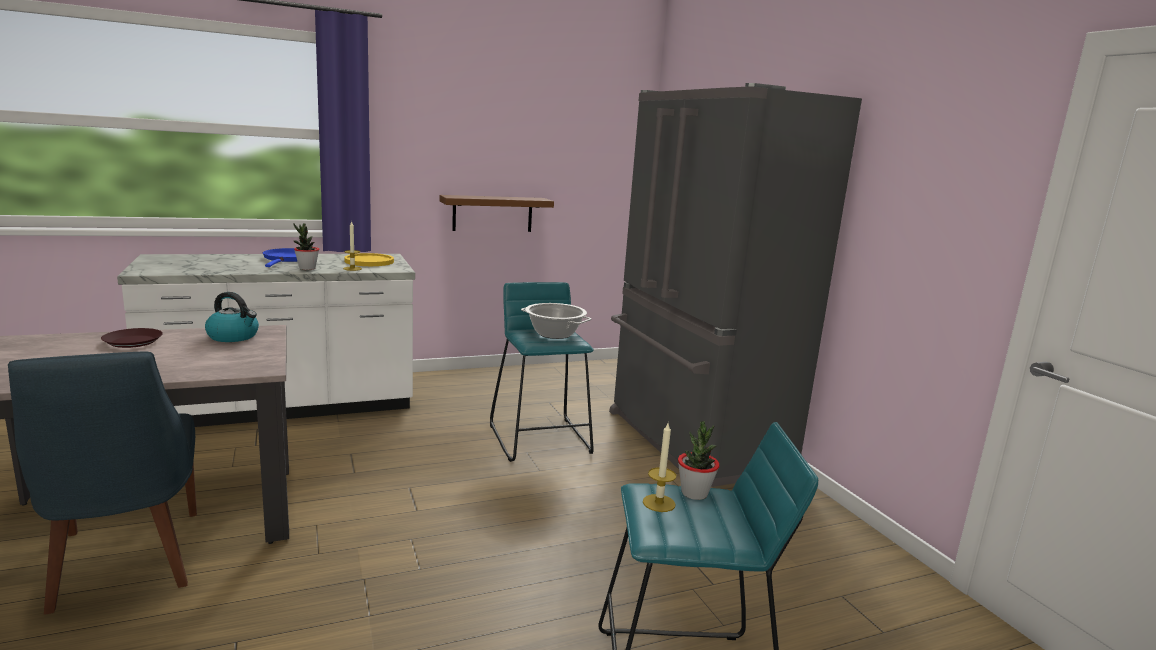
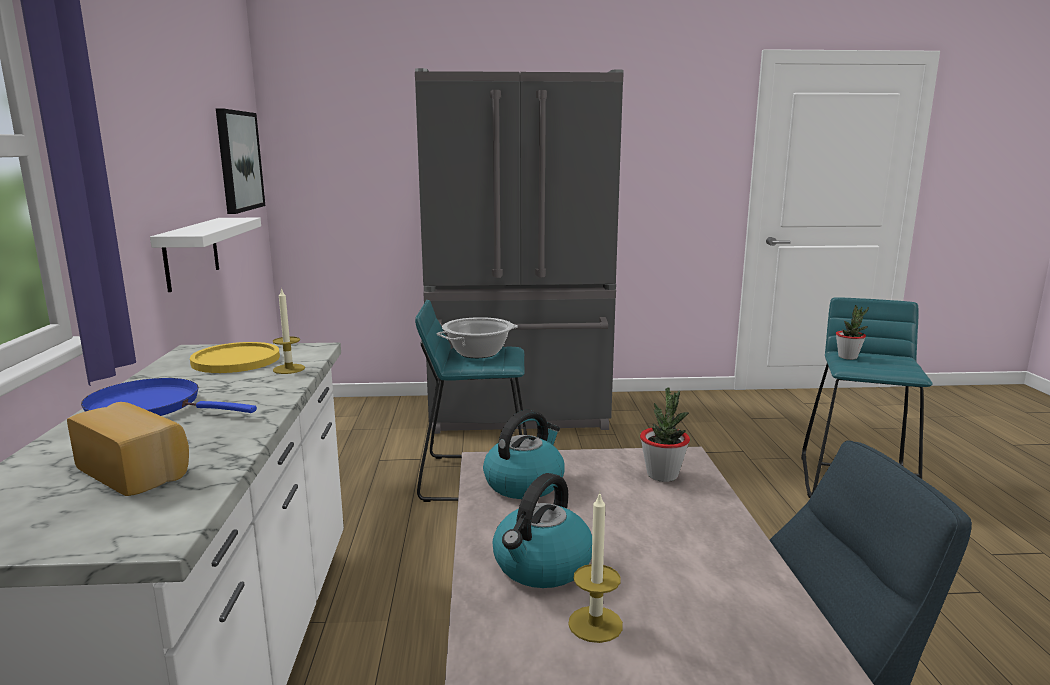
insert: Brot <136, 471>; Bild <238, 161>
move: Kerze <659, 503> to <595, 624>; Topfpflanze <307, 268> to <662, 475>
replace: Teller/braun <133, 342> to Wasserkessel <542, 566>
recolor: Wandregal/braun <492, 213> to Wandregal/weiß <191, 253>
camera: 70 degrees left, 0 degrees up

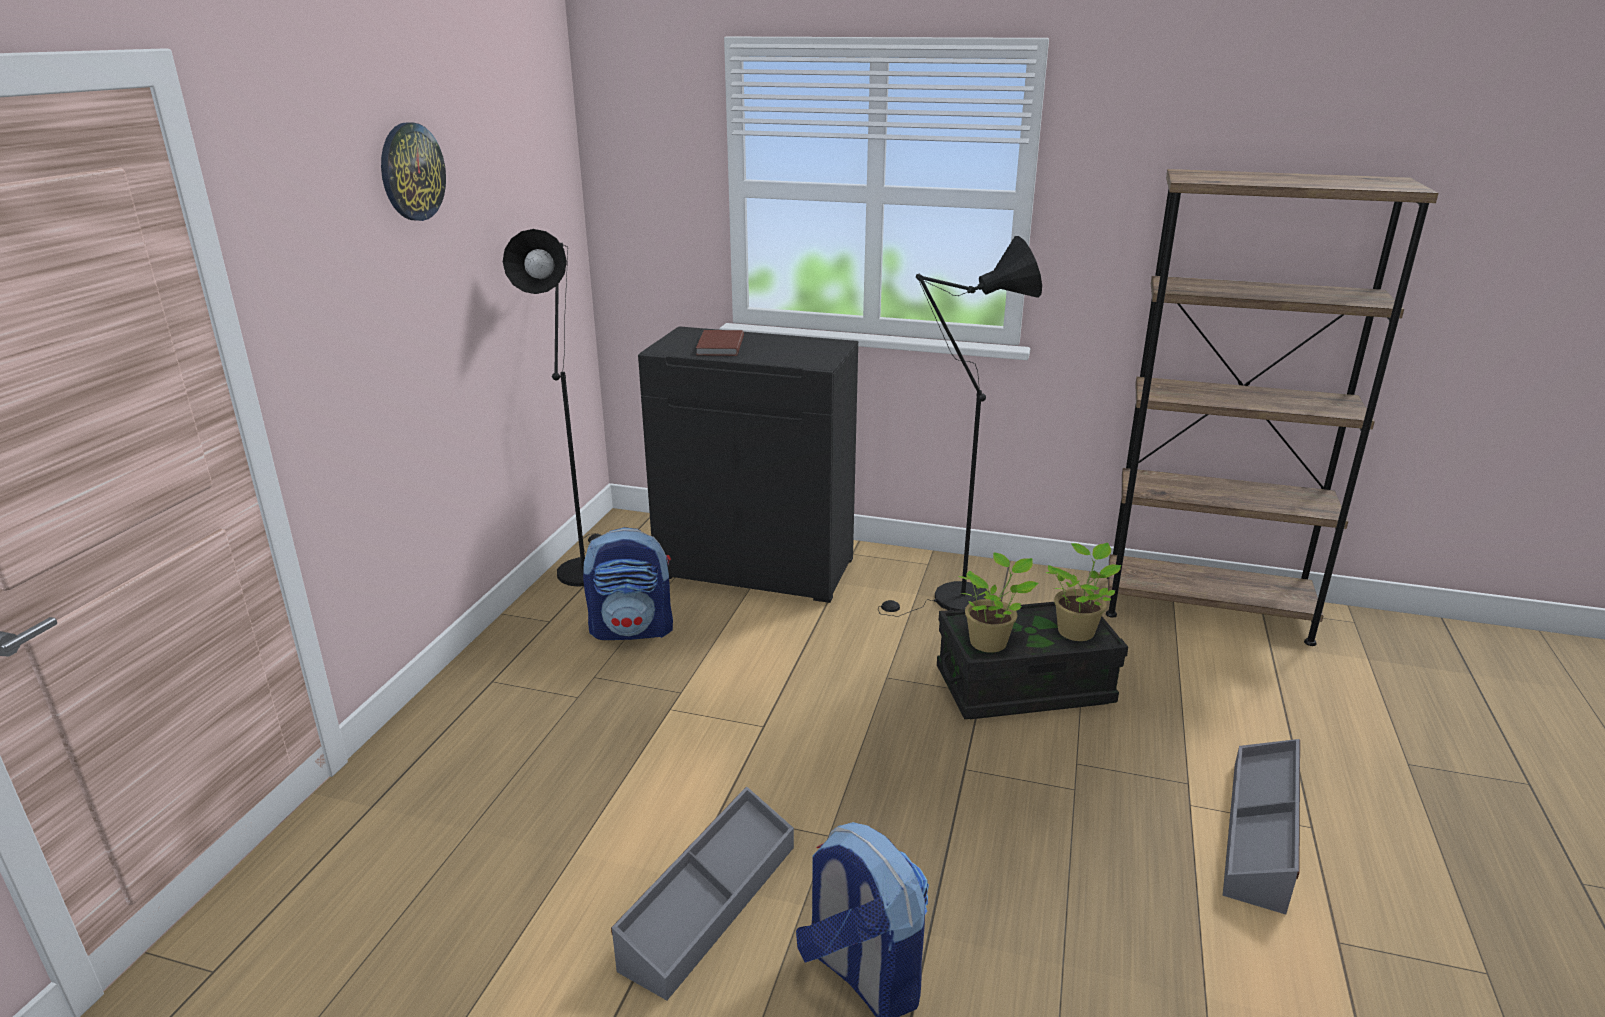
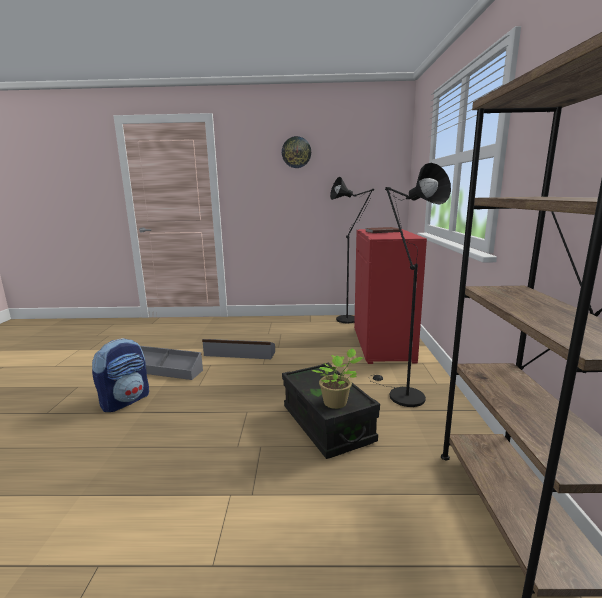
delete: Rucksack <633, 630>; Topfpflanze <990, 642>
move: Aufbewahrungsbox/grau <1261, 833> to <239, 354>
recolor: Schrank/schwarz <757, 567> to Schrank/rot <383, 345>
camera: 75 degrees right, 10 degrees down

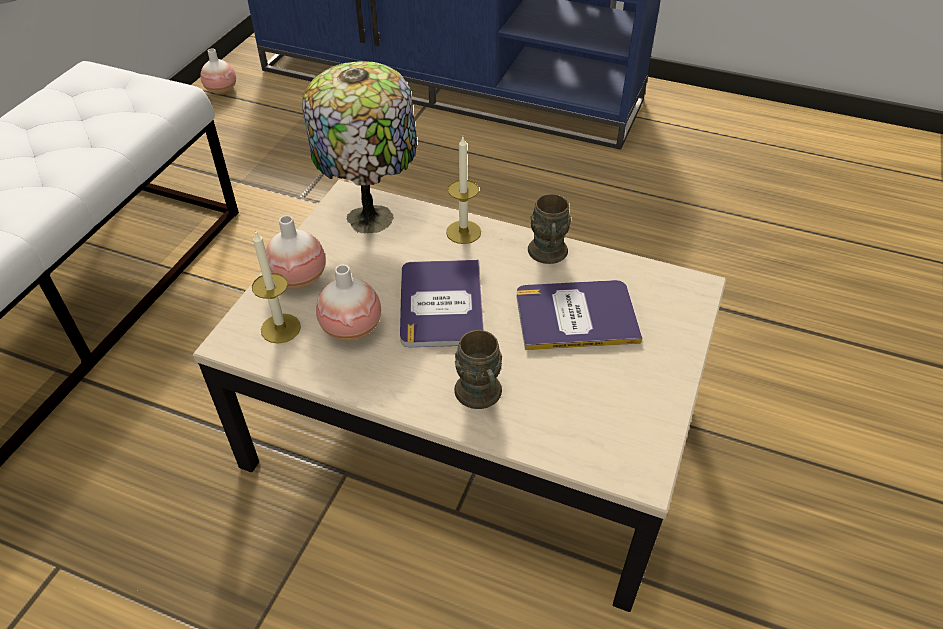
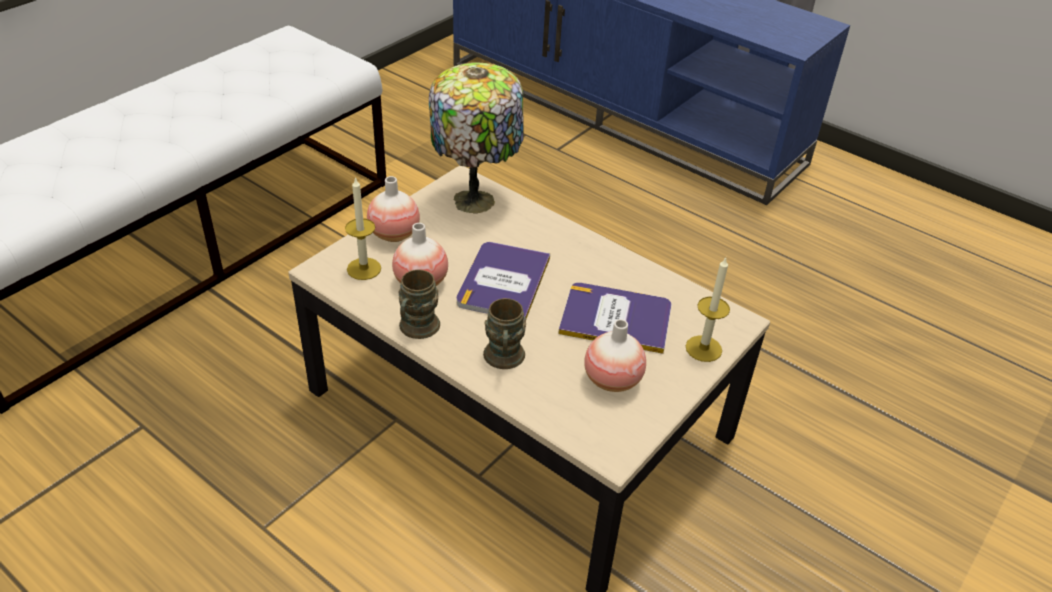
move: Henkelbecher/braun <548, 255> to <416, 330>; Vase <221, 90> to <612, 380>; Kerze <463, 232> to <703, 348>
camera: 15 degrees right, 5 degrees down

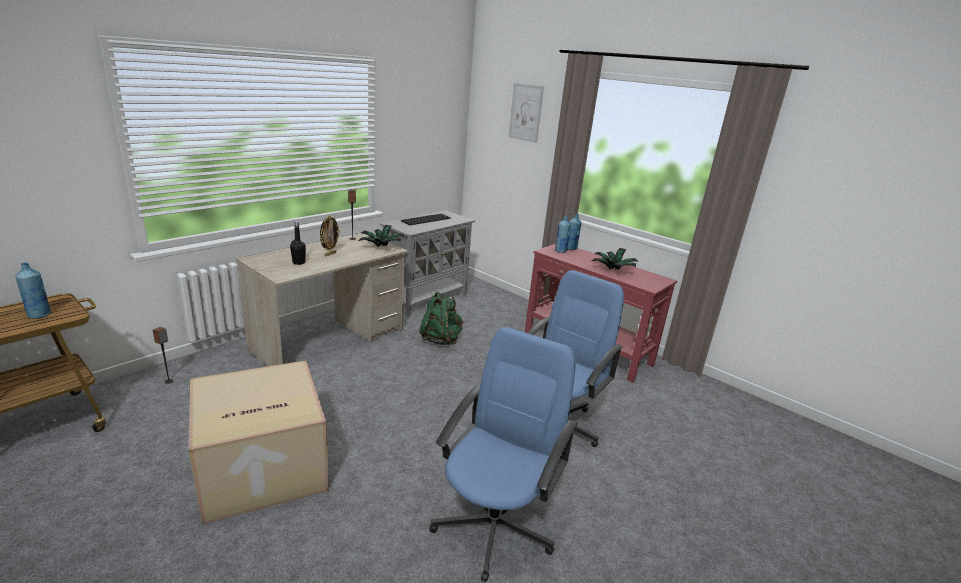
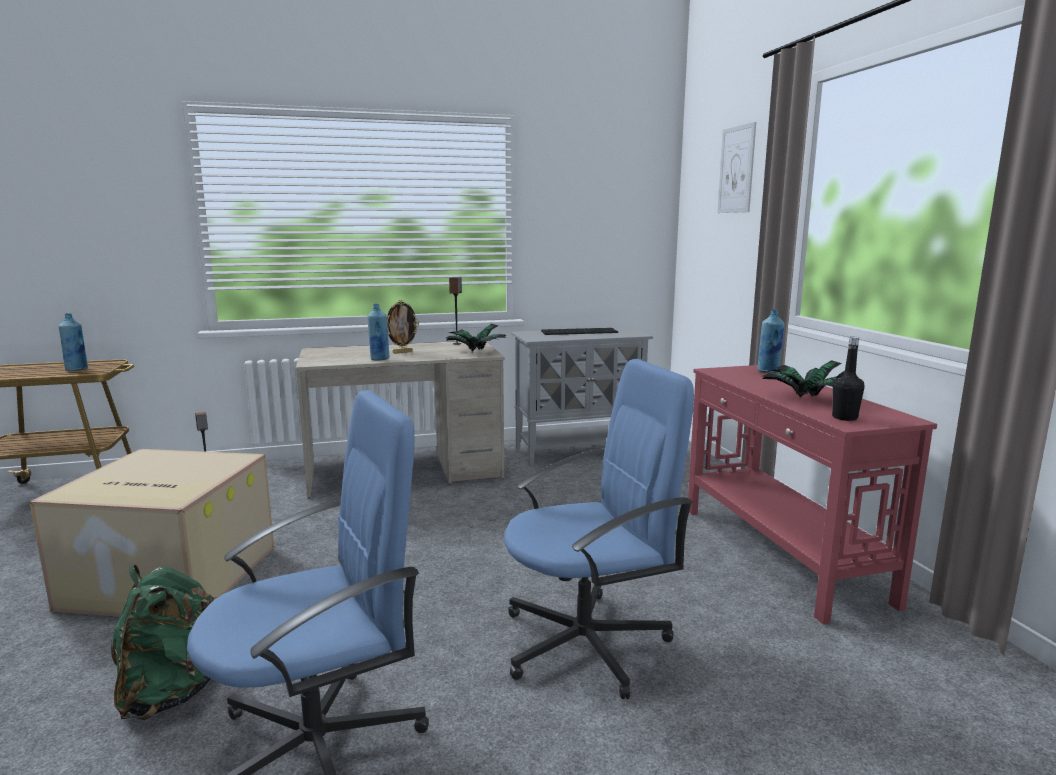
move: Rucksack/grün <440, 339> to <172, 692>; Flasche/blau <560, 251> to <379, 359>; Flasche/schwarz <299, 262> to <844, 417>
camera: 35 degrees right, 10 degrees down

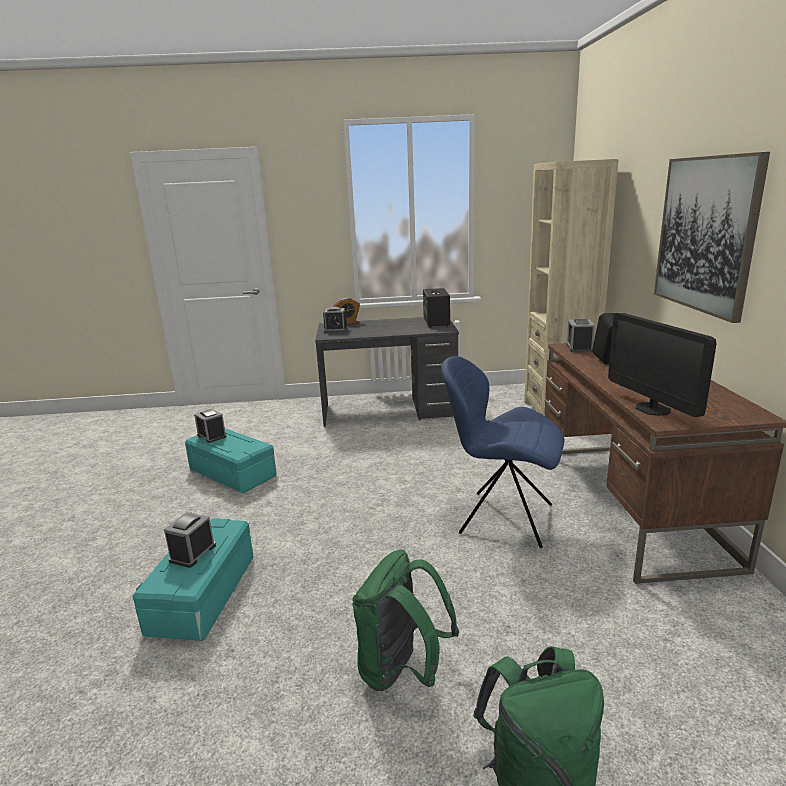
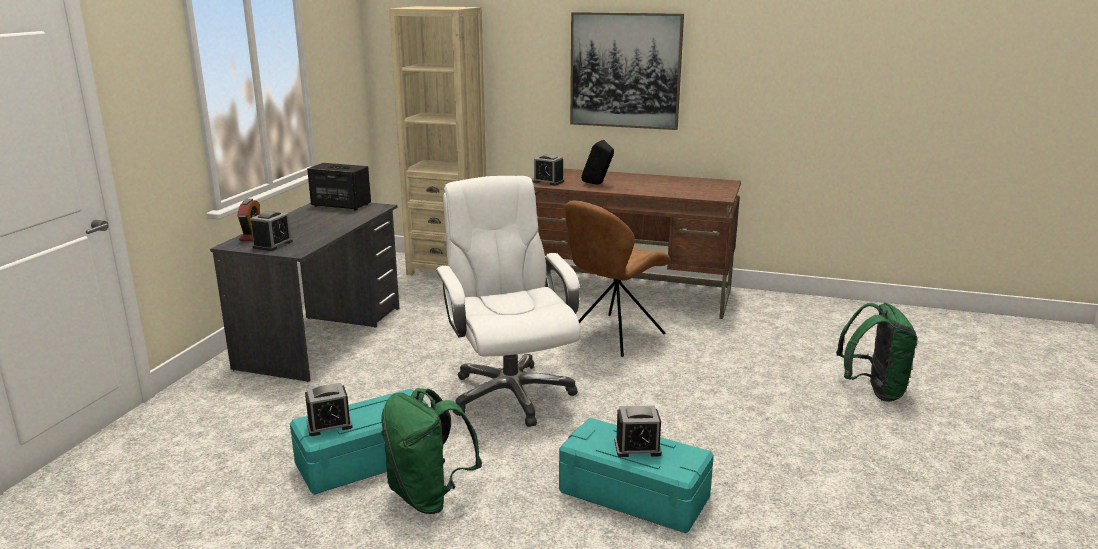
delete: Monitor <653, 409>
insert: Bürostuhl/weiß <510, 394>
move: Rucksack/grün <402, 671> to <429, 496>
recolor: Stuhl/blau <502, 518> to Stuhl/braun <612, 336>
rotate: Wecker <192, 553> = <637, 448> 45 degrees counterclockwise
camera: 70 degrees left, 0 degrees up

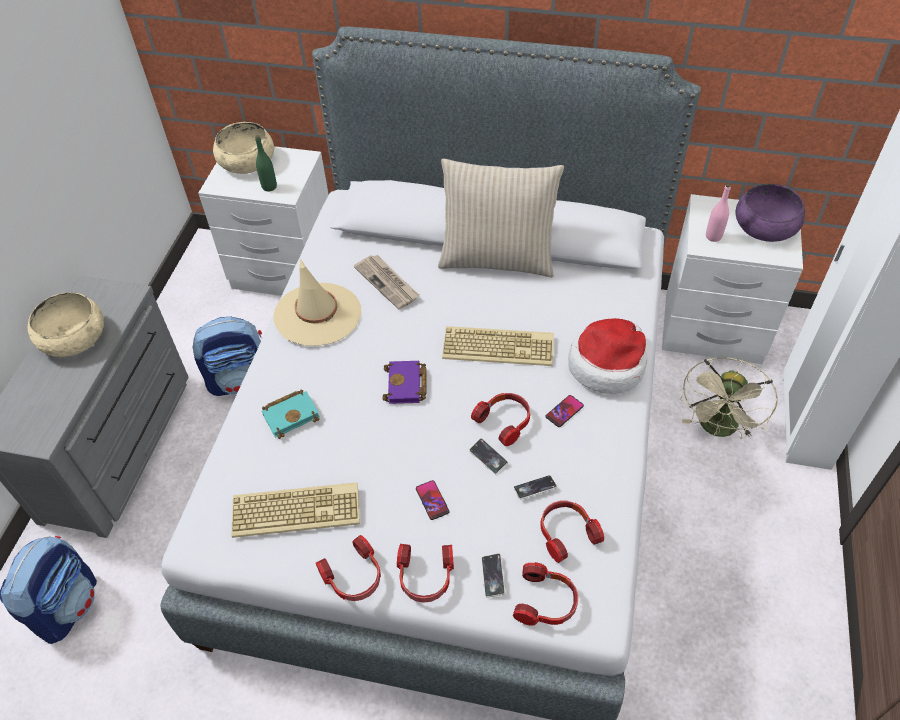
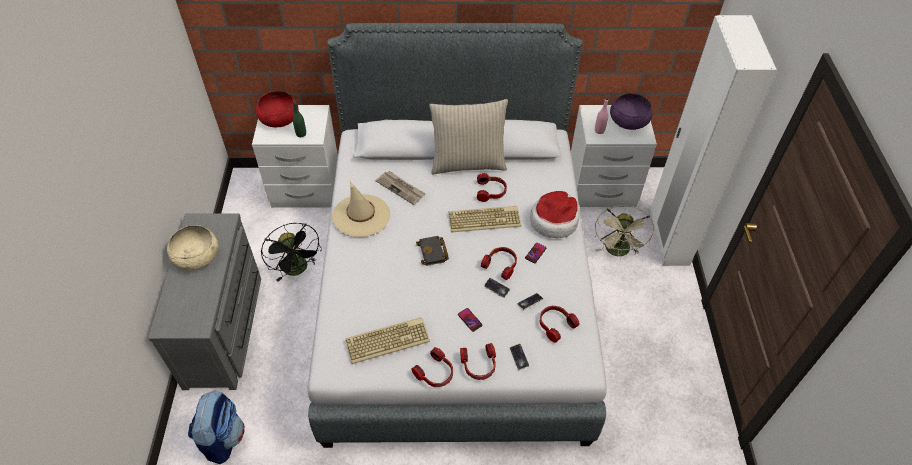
delete: Buch/türkis <292, 414>
move: Kopfhörer <546, 602> to <491, 191>
replace: Rucksack <241, 380> to Ventilator/schwarz <298, 270>
recolor: Schüssel/beige <247, 161> to Schüssel/rot <279, 118>; Buch/lila <407, 386> to Buch/schwarz <433, 253>
camera: 15 degrees left, 0 degrees up

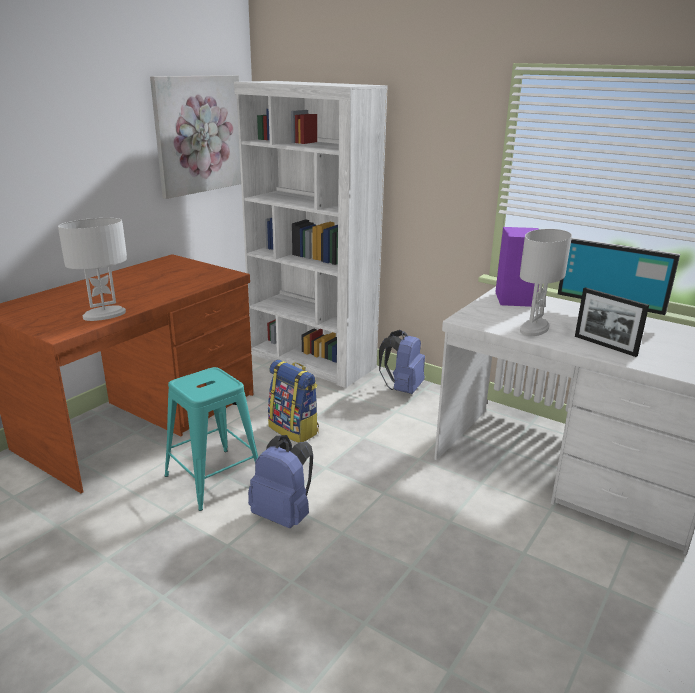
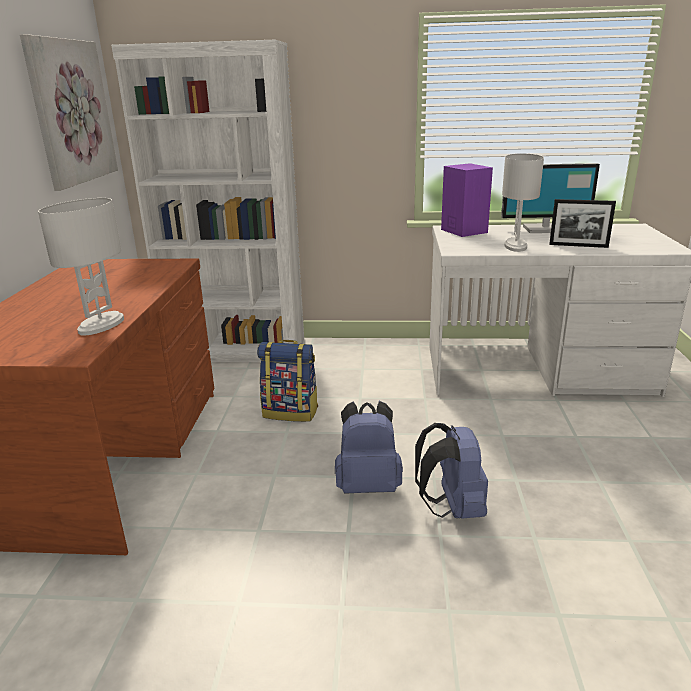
delete: Hocker/türkis <214, 478>
move: Rucksack/blau <402, 389> to <452, 508>
camera: 30 degrees left, 0 degrees up

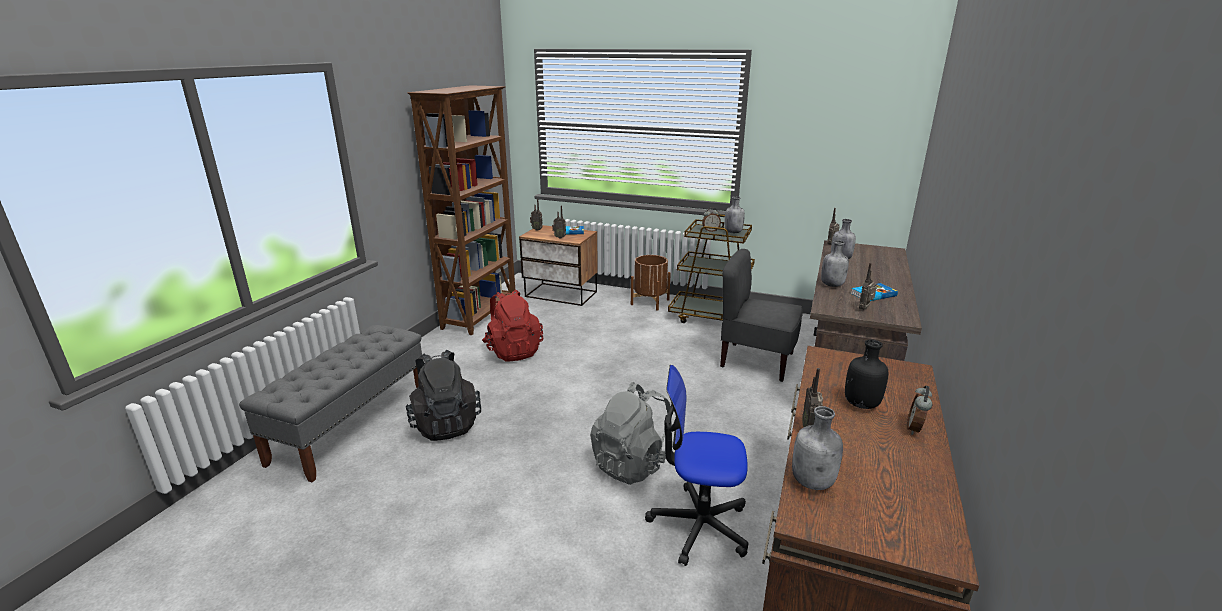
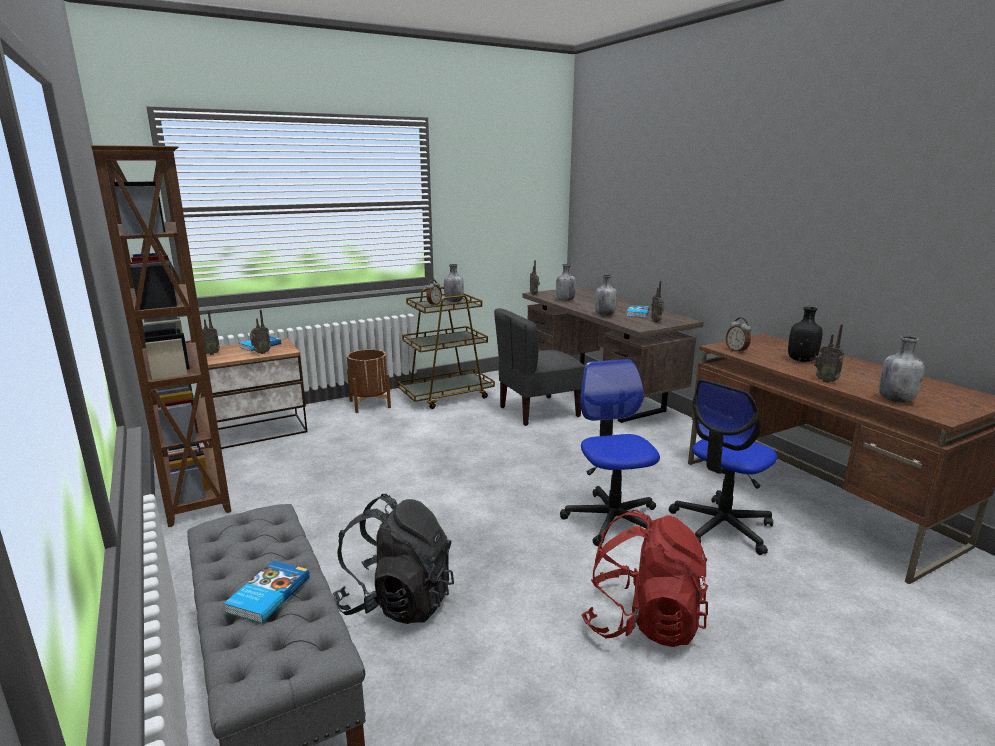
insert: Buch <267, 594>
move: Rucksack/rot <513, 351> to <642, 622>; Wecker <915, 429> to <737, 351>
replace: Rucksack/grau <634, 464> to Bürostuhl <612, 519>
camera: 50 degrees left, 5 degrees down

